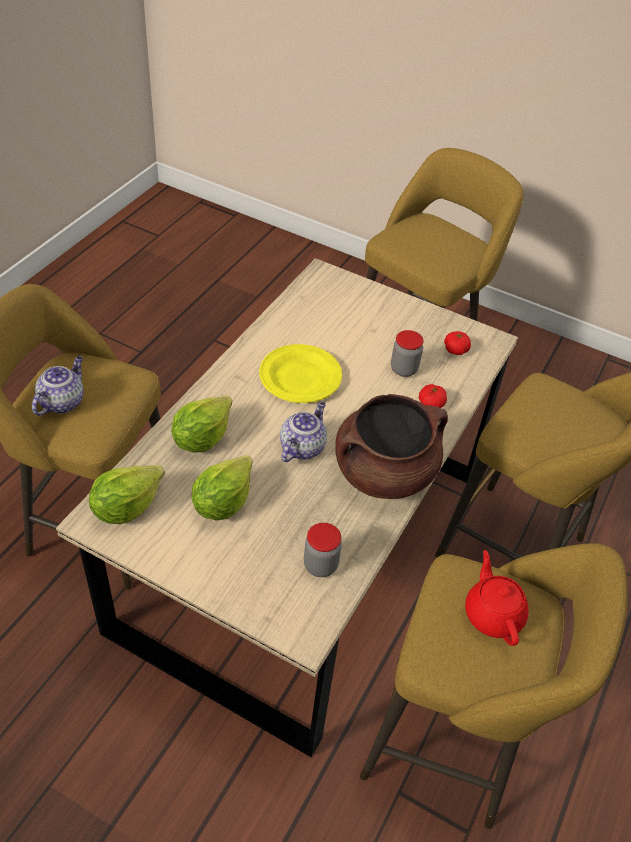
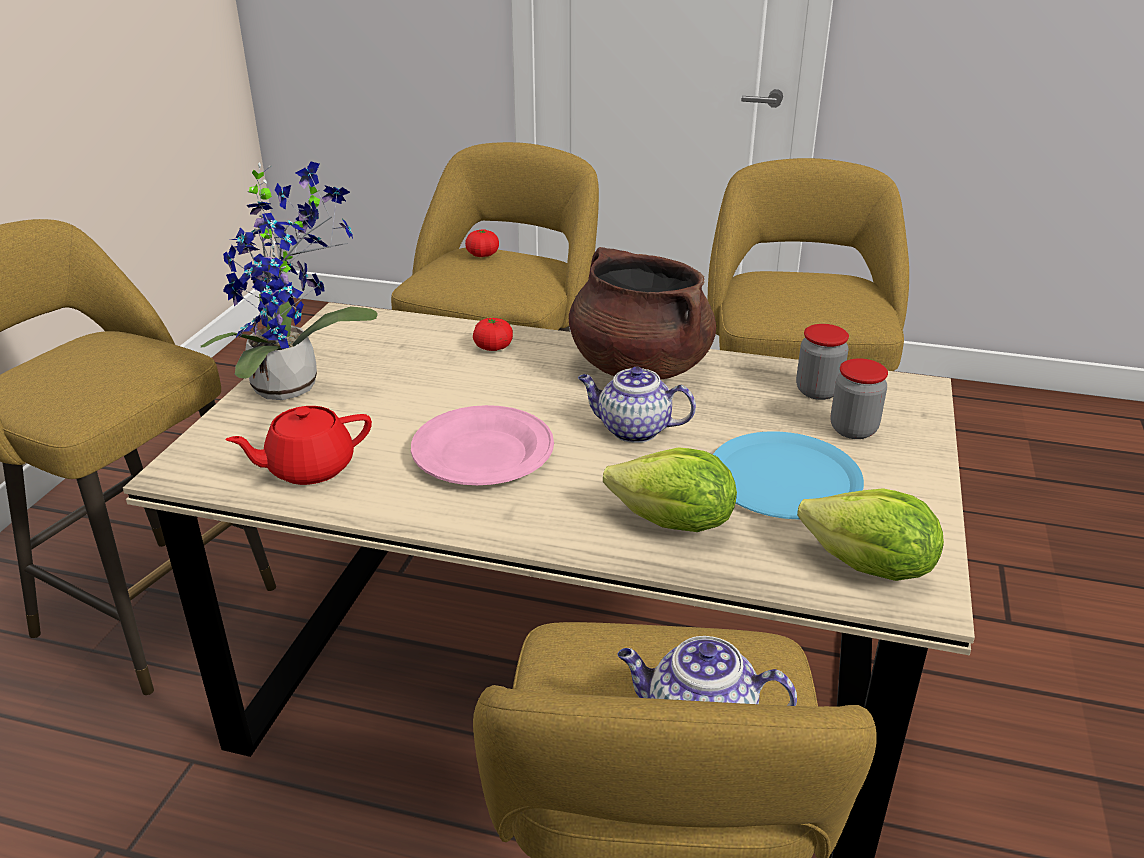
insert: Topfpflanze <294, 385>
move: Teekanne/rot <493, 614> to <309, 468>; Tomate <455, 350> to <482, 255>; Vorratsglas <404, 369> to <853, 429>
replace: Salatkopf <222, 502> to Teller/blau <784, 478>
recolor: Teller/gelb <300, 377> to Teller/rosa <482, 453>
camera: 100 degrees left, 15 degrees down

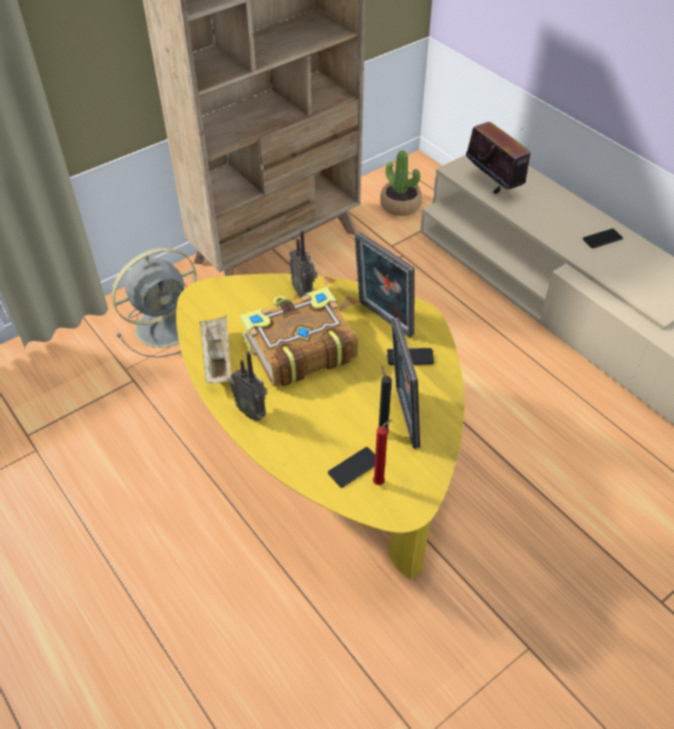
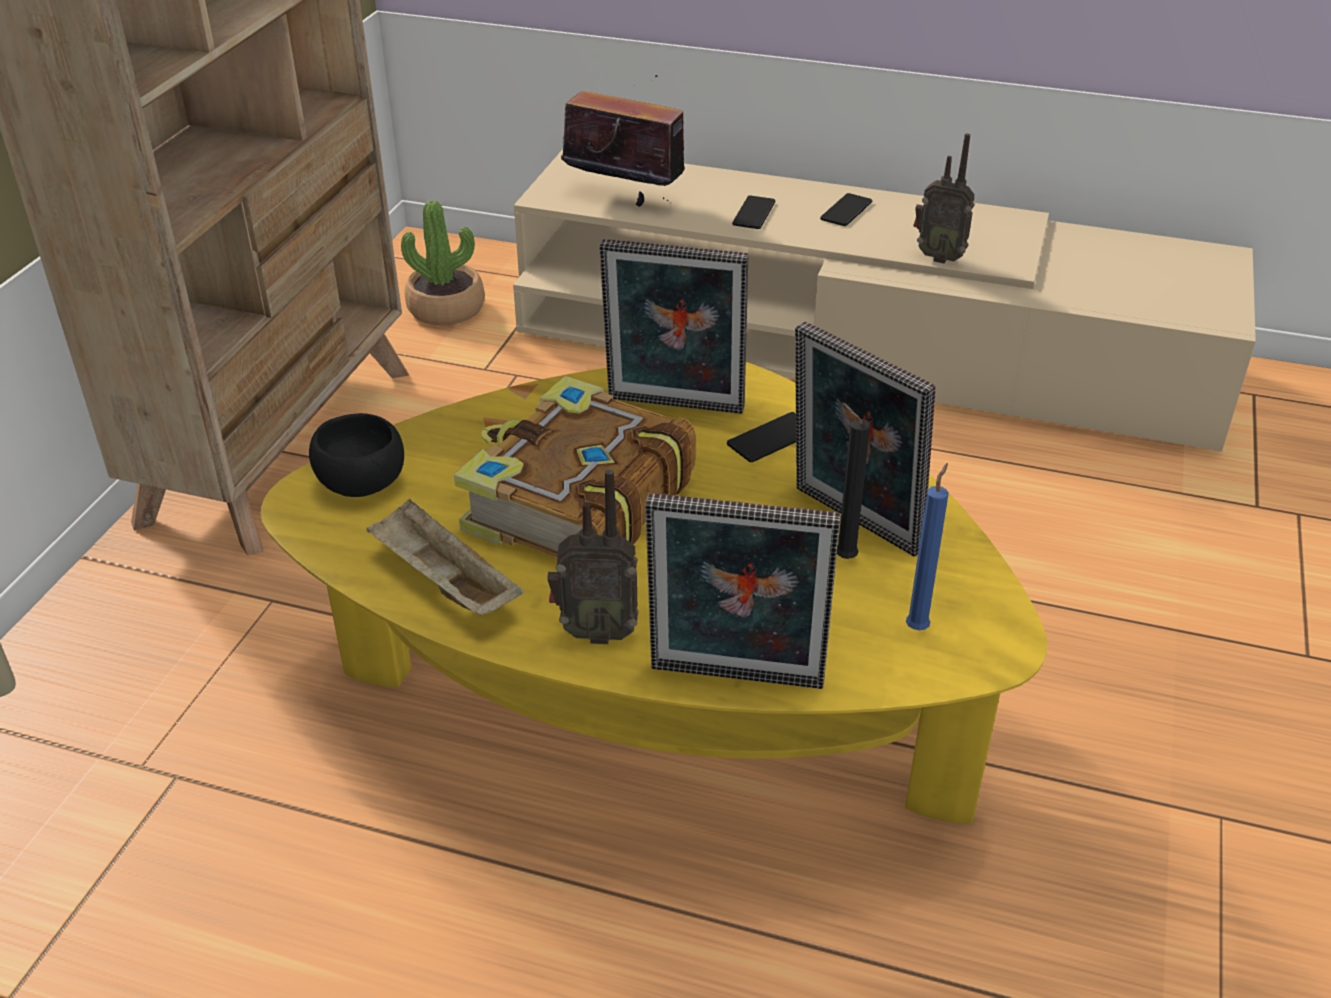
delete: Ventilator/grau <166, 326>
insert: Schüssel/schwarz <361, 485>; Bilderrahmen <735, 681>
move: Handy <354, 467> to <754, 213>; Radio <304, 292> to <939, 257>
recolor: Kerze/rot <380, 482> to Kerze/blau <918, 627>
camera: 35 degrees left, 10 degrees down

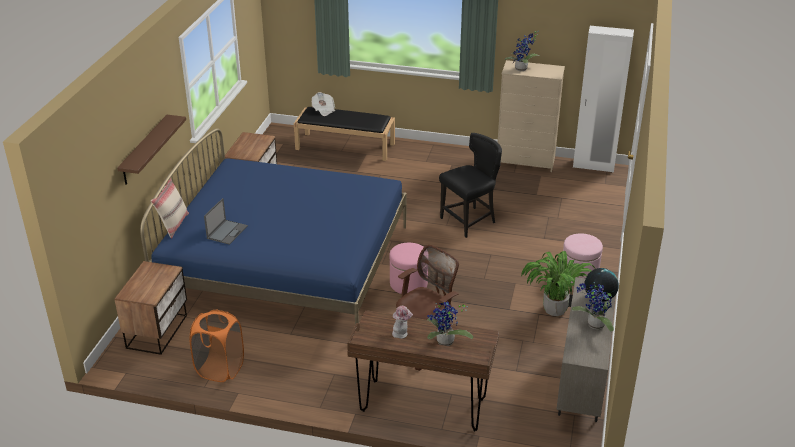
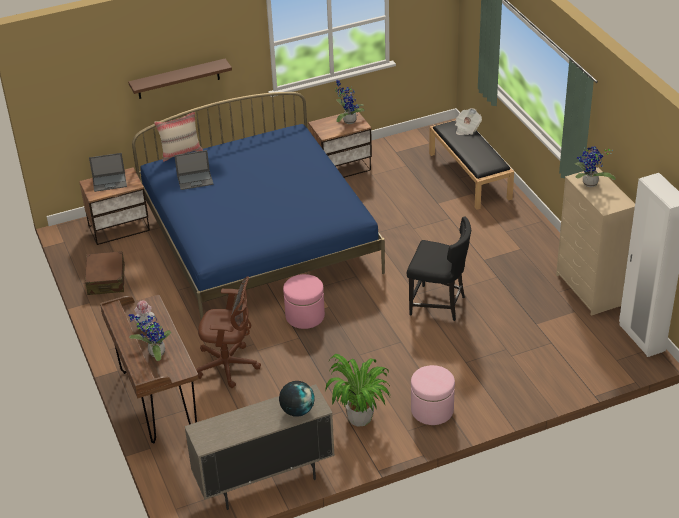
insert: Laptop <110, 182>
move: Topfpflanze <593, 325> to <348, 120>
replace: Wäschekorb/orange <220, 369> to Koffer/braun <106, 280>
camera: 55 degrees right, 5 degrees up

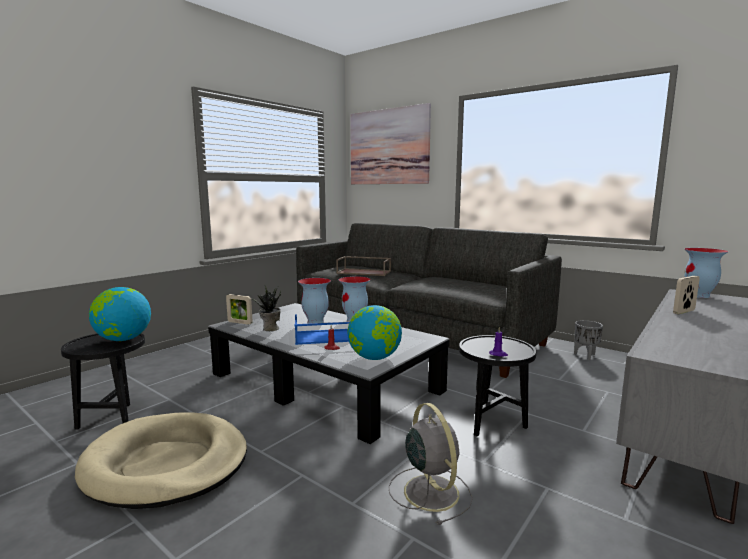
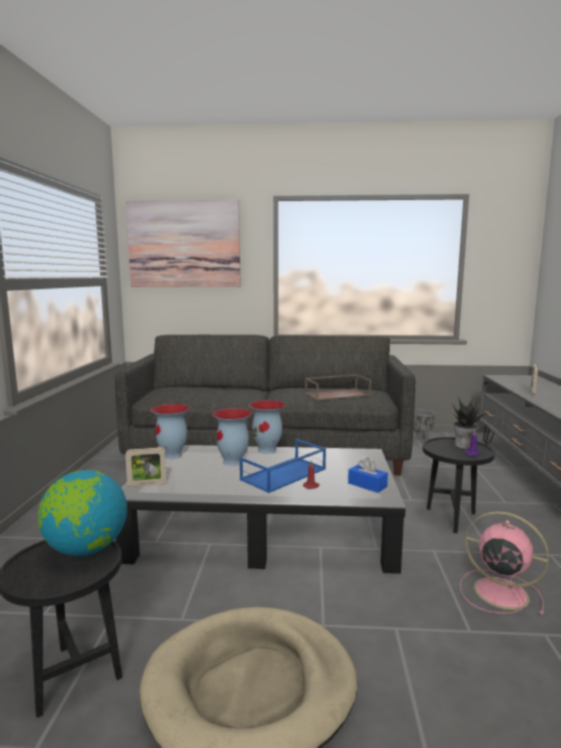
move: Vase <699, 295> to <172, 455>; Tablett/braun <364, 272> to <337, 394>; Topfpflanze <270, 329> to <464, 446>
replace: Globus <374, 358> to Taschentuchbox/blau <367, 485>
recolor: Ventilator/grau <430, 491> to Ventilator/rosa <498, 592>
camera: 35 degrees left, 0 degrees up

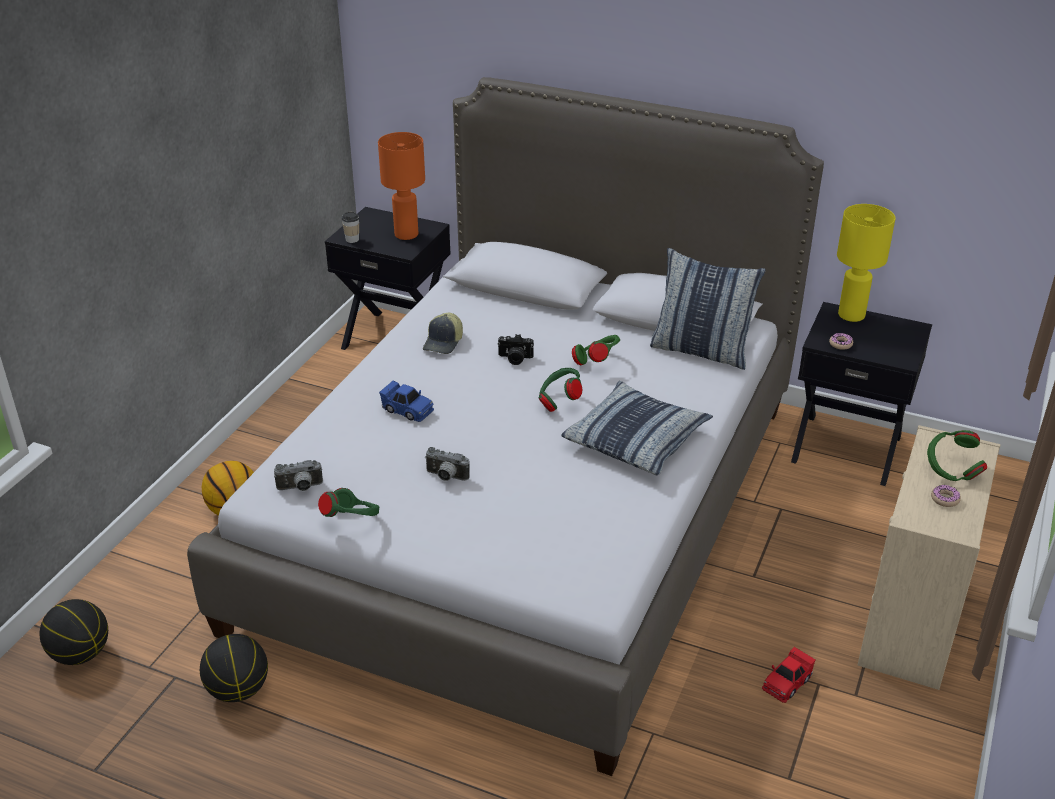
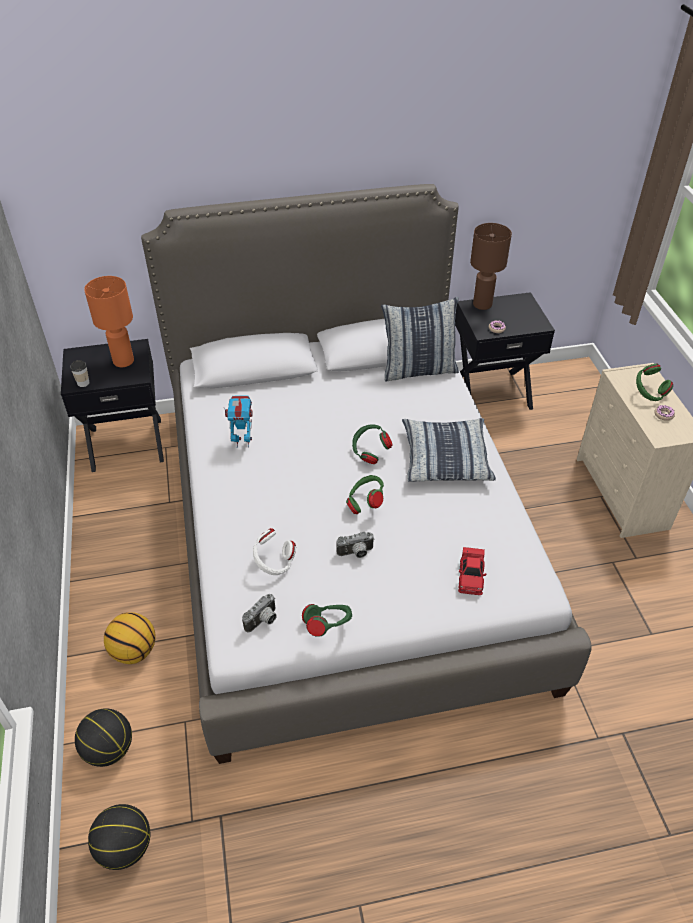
delete: Spielzeugauto/blau <407, 410>; Kamera <515, 358>
insert: Kopfhörer/weiß <274, 563>
move: Basketball <238, 690> to <109, 749>; Kopfhörer/grün <597, 362> to <365, 503>; Spielzeugauto/rot <787, 682> to <471, 577>
replace: Kappe <444, 342> to Spielzeugroboter <243, 442>
recolor: Tischlampe/gelb <851, 315> to Tischlampe/braun <482, 304>
camera: 35 degrees left, 10 degrees up

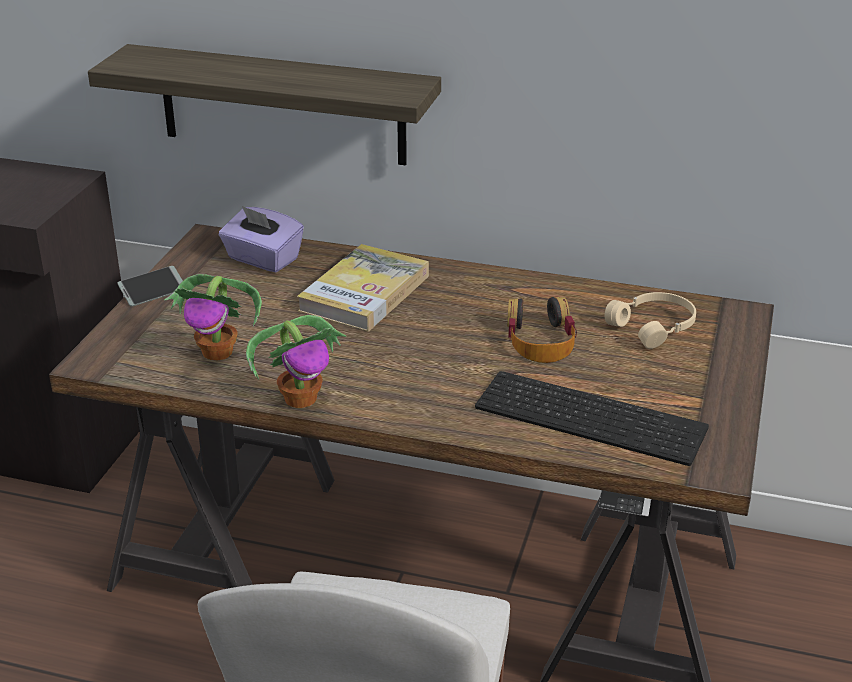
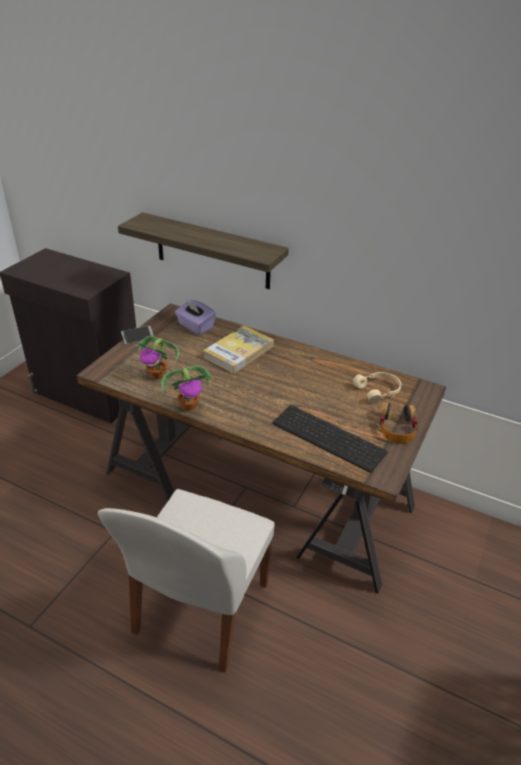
move: Kopfhörer <540, 340> to <397, 428>
camera: 10 degrees right, 5 degrees up

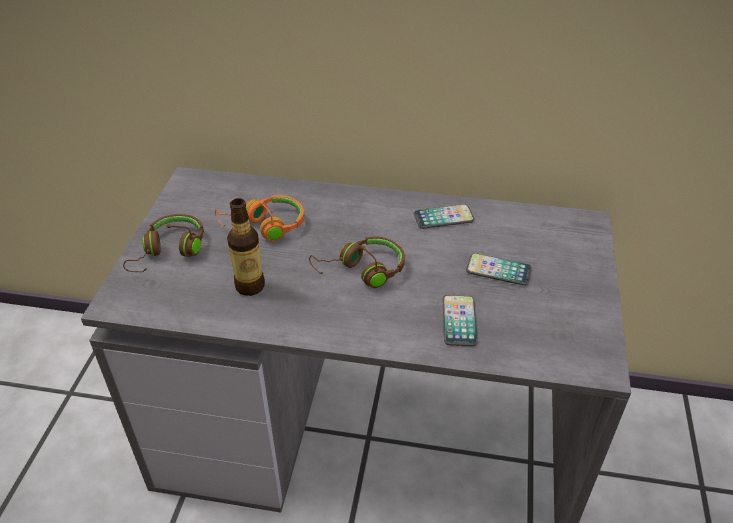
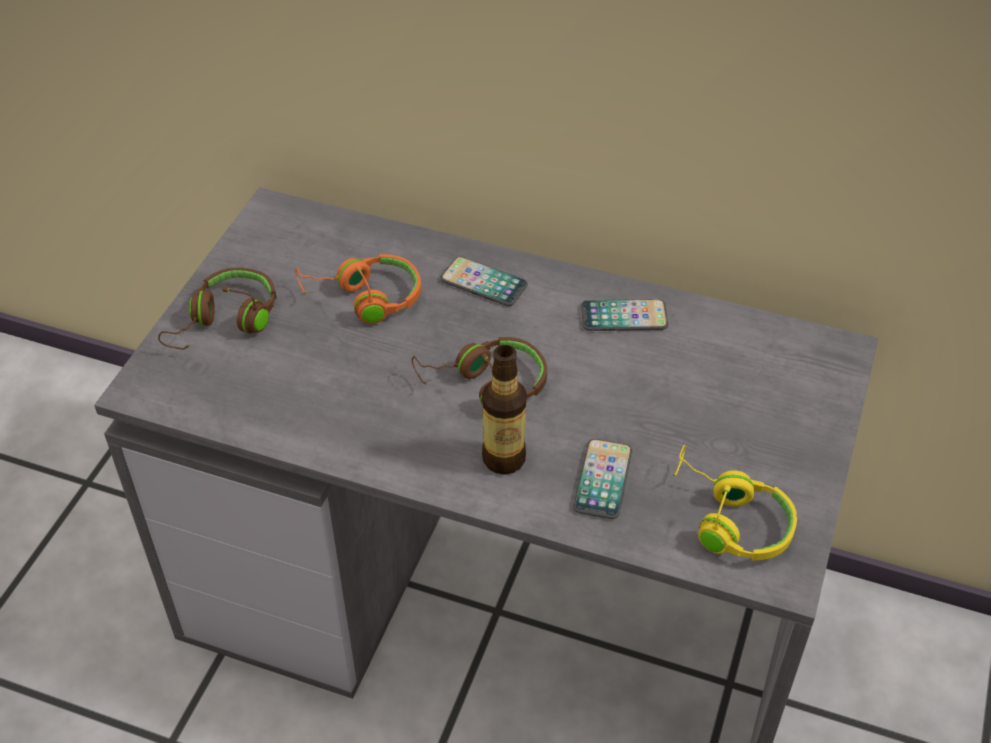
insert: Kopfhörer/gelb <728, 518>
move: Handy <498, 270> to <483, 283>; Flasche <250, 286> to <504, 458>
camera: 10 degrees right, 5 degrees up

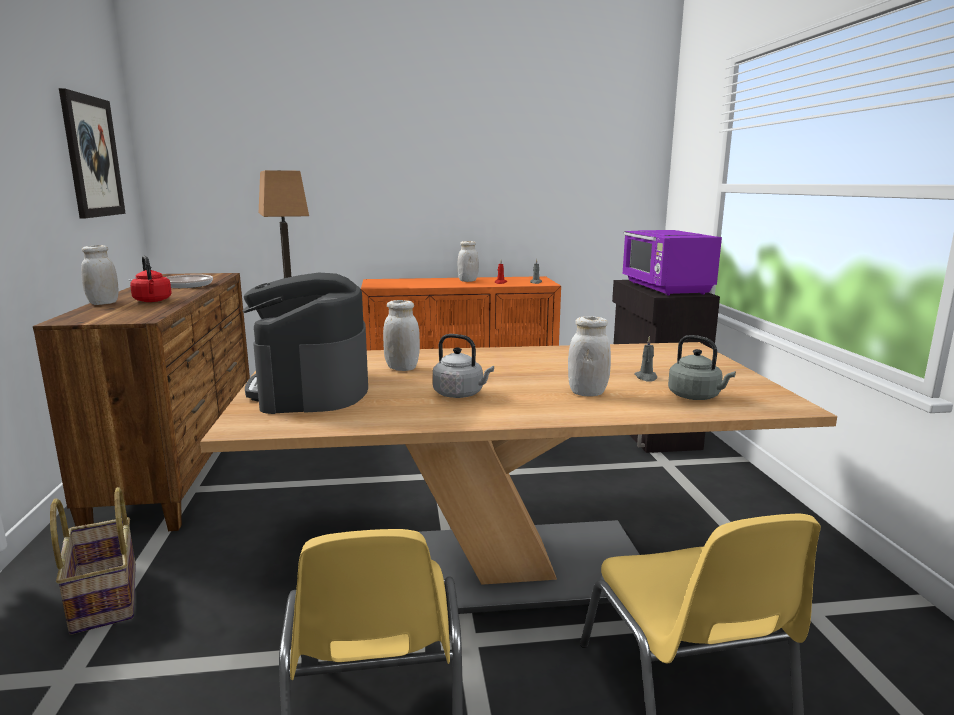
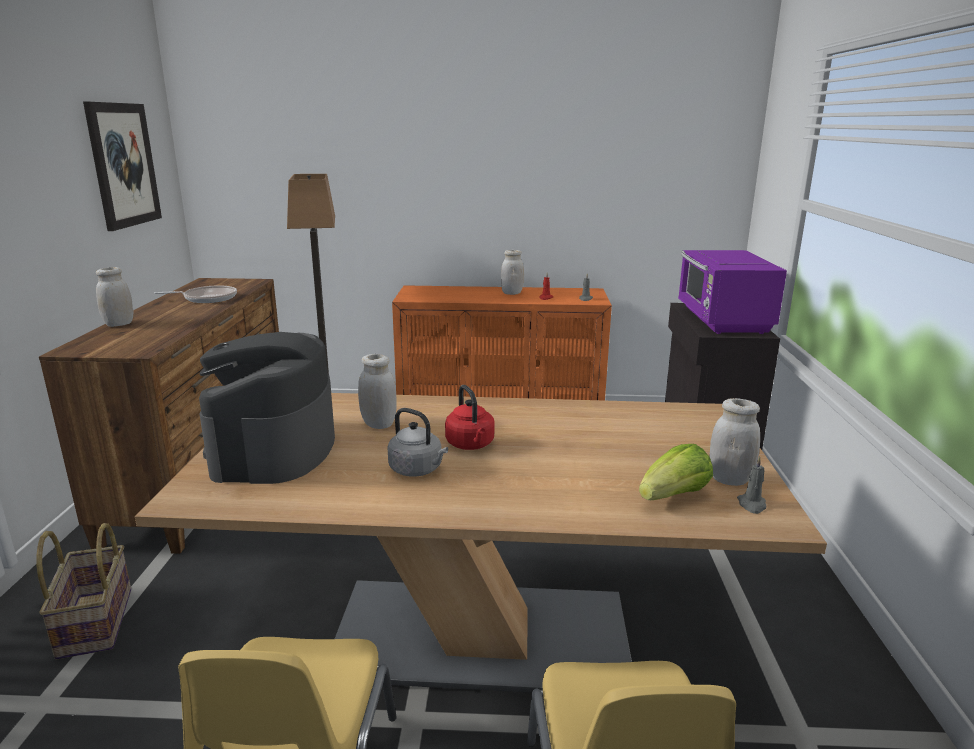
move: Wasserkessel/rot <153, 301> to <471, 445>; Vorratsglas/weiß <587, 393> to <729, 479>; Kerze/grau <646, 378> to <752, 505>
replace: Wasserkessel/grau <696, 397> to Salatkopf <674, 496>
camera: 10 degrees right, 5 degrees up

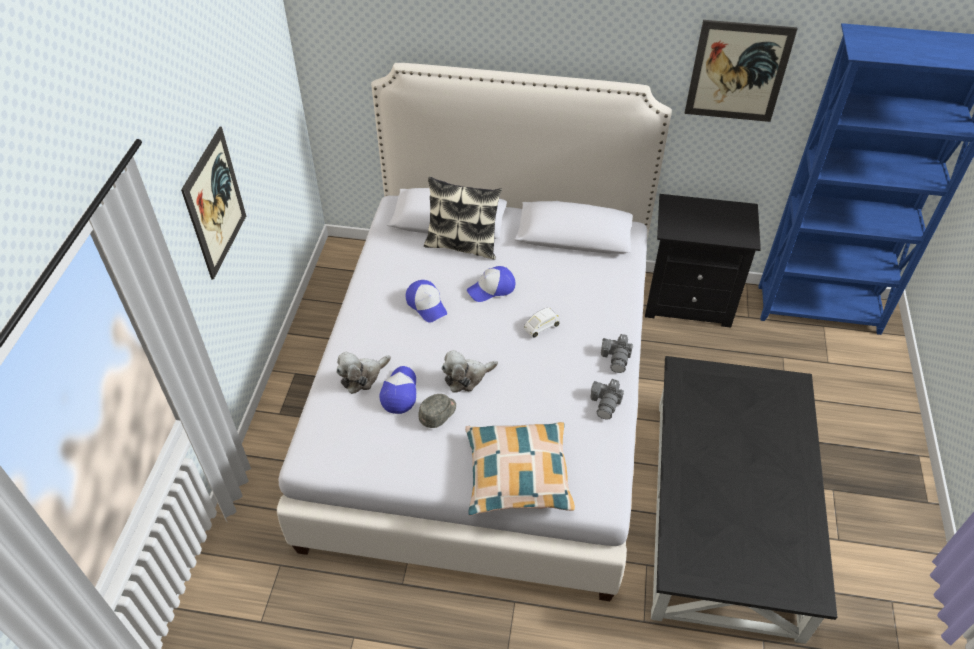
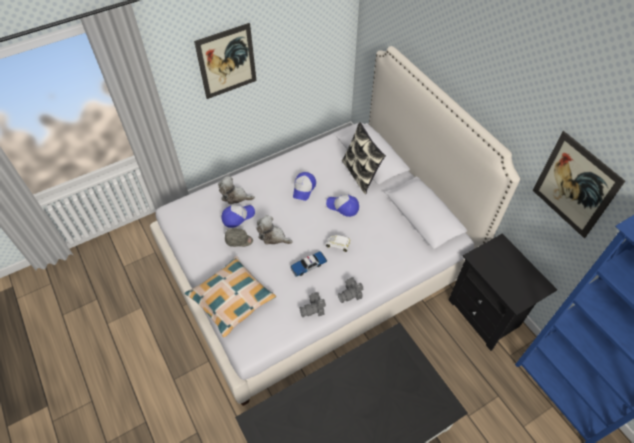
insert: Spielzeugauto <308, 266>
camera: 50 degrees right, 5 degrees up

